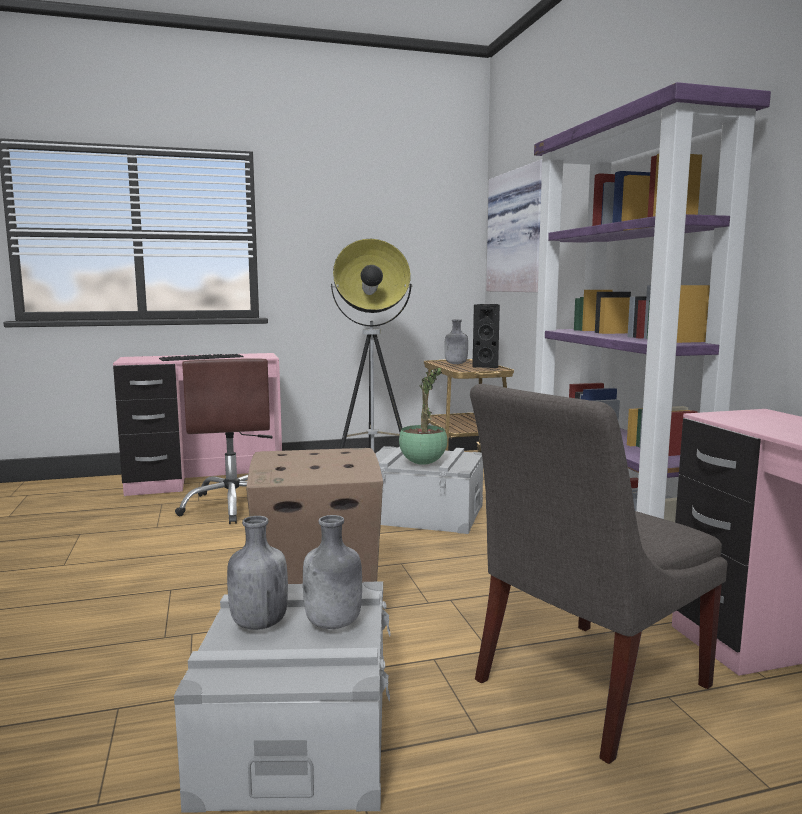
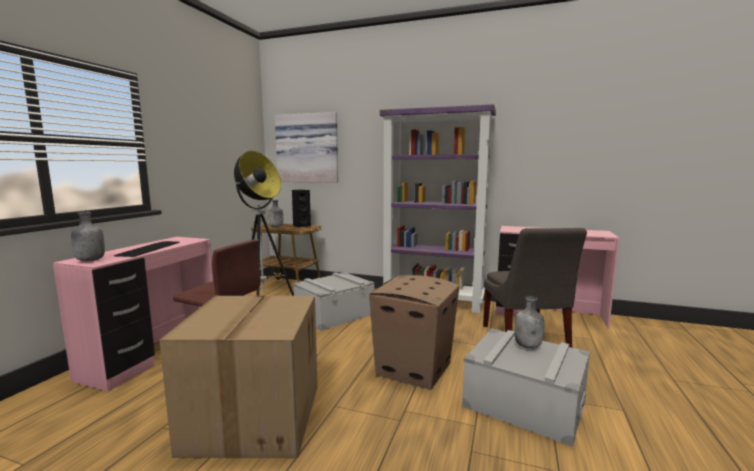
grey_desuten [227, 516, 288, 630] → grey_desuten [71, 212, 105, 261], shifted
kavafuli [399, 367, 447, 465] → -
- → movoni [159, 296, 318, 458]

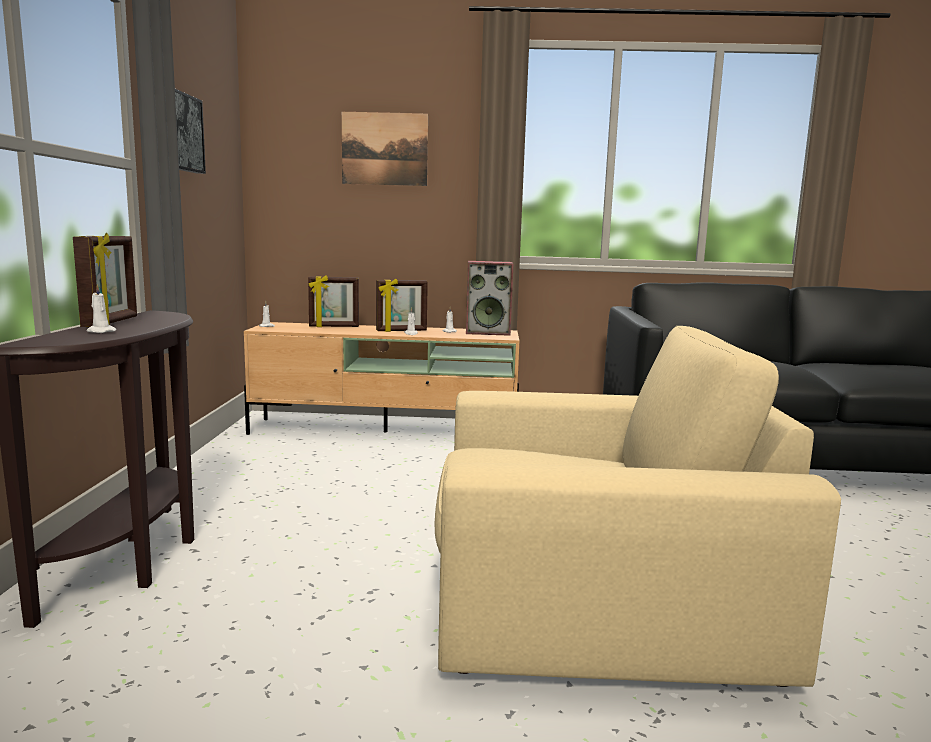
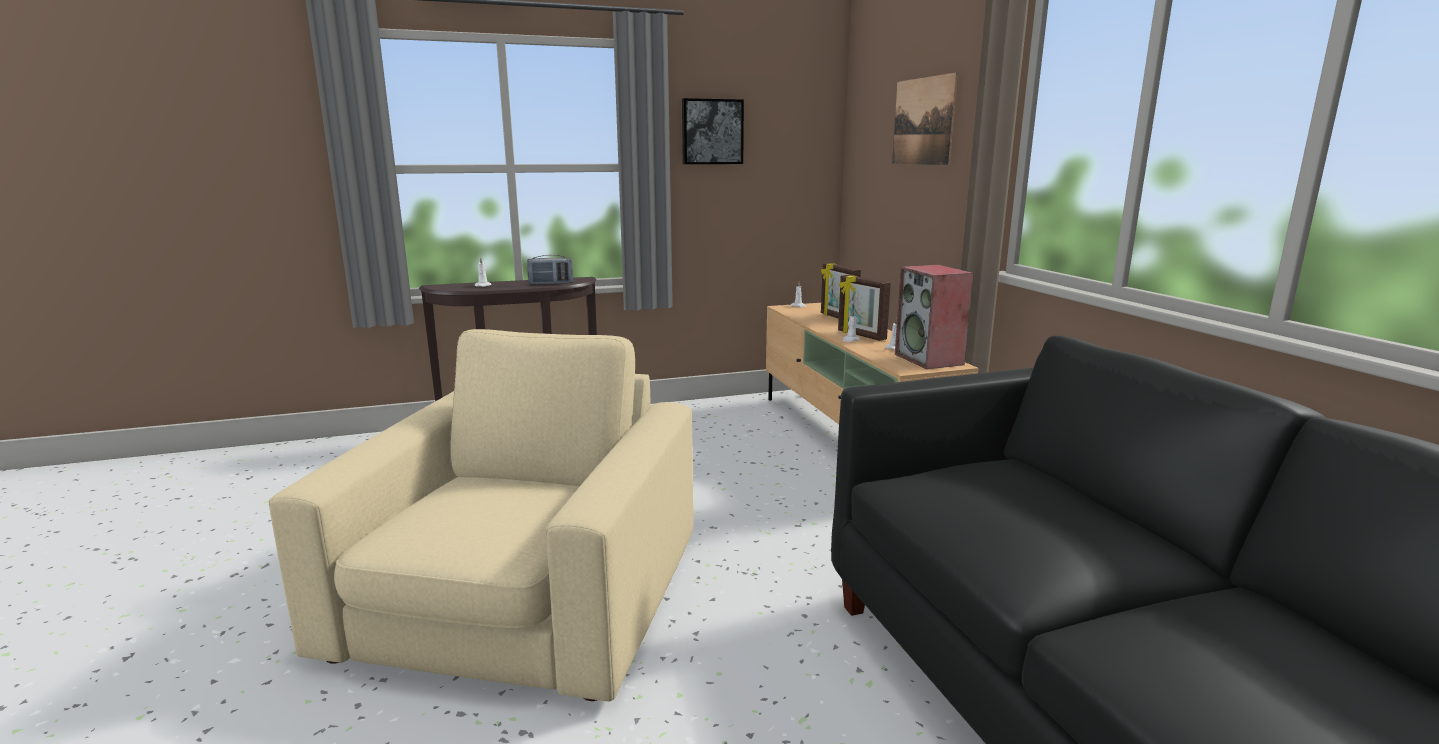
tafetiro [73, 233, 137, 327] → -
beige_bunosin [435, 326, 841, 687] → beige_bunosin [269, 329, 694, 701], 150 degrees counterclockwise
- → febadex [527, 255, 573, 285]

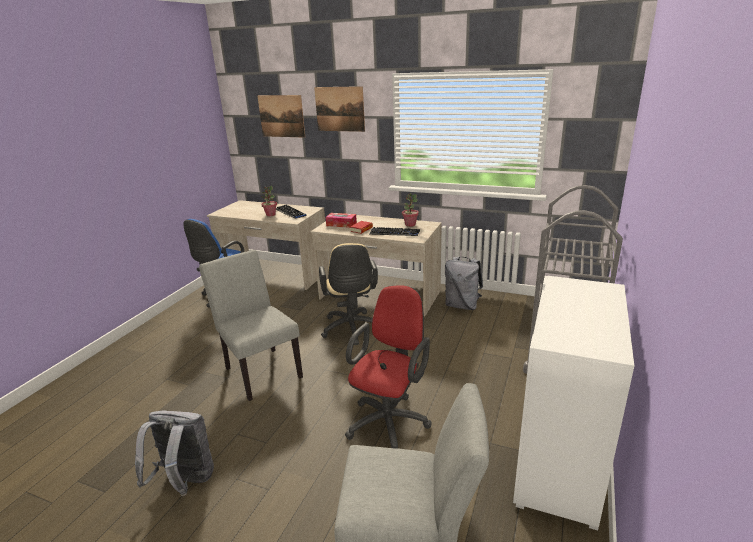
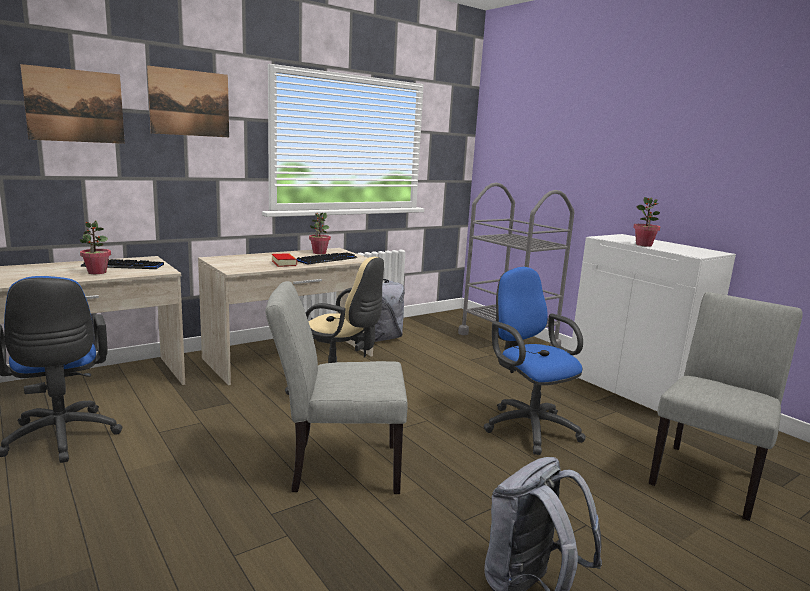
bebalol [325, 213, 357, 228] → -
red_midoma [345, 285, 432, 449] → blue_midoma [483, 267, 586, 455]
- → kavafuli [633, 197, 660, 247]

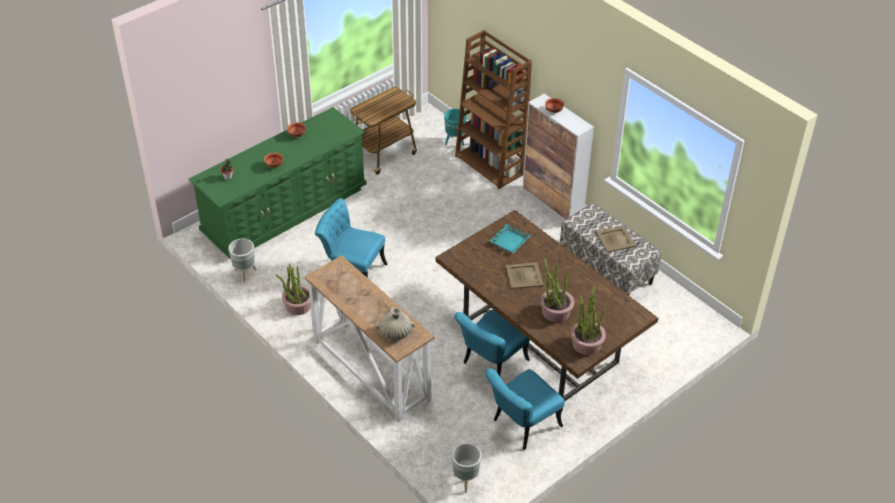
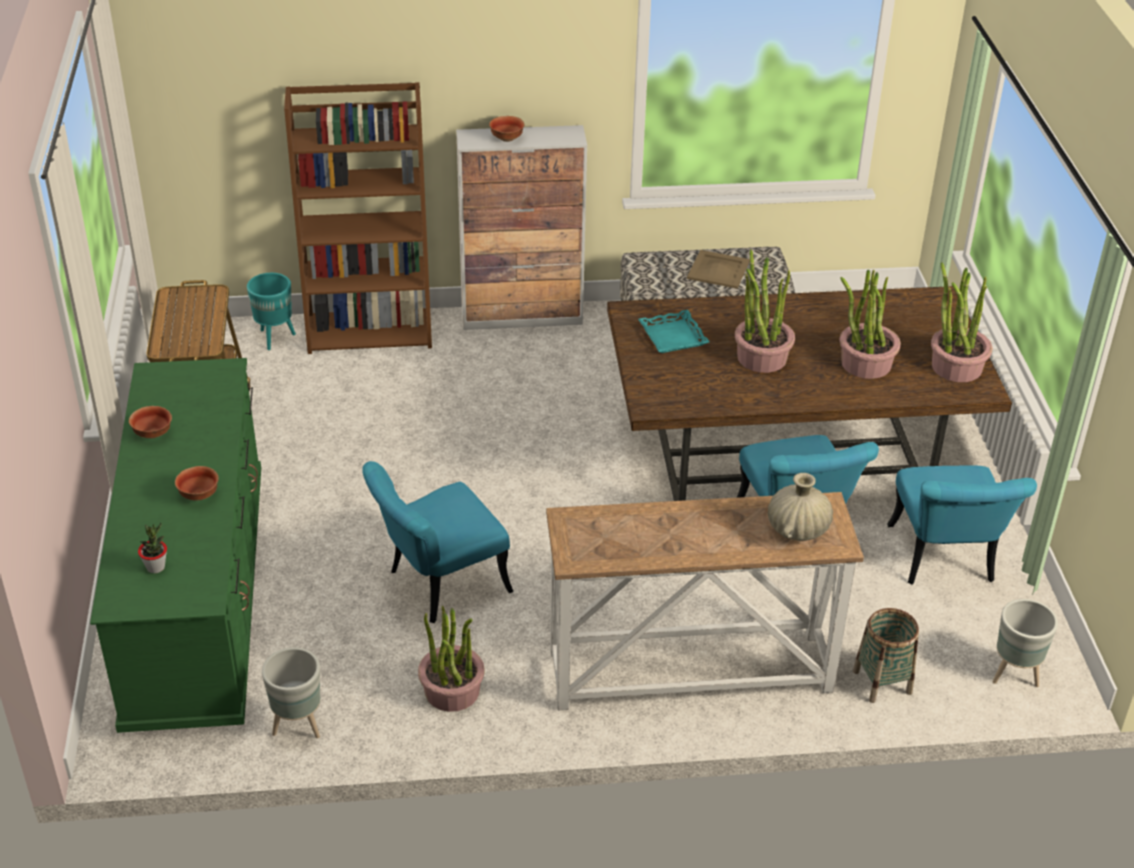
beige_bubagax [506, 262, 543, 289] → kavafuli [735, 249, 795, 373]
- → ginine [853, 608, 919, 703]

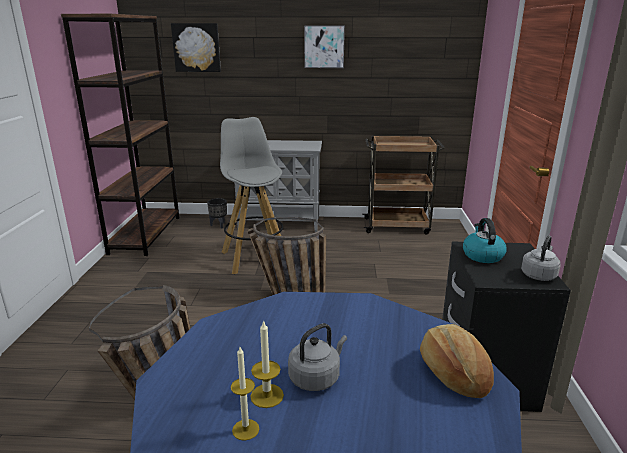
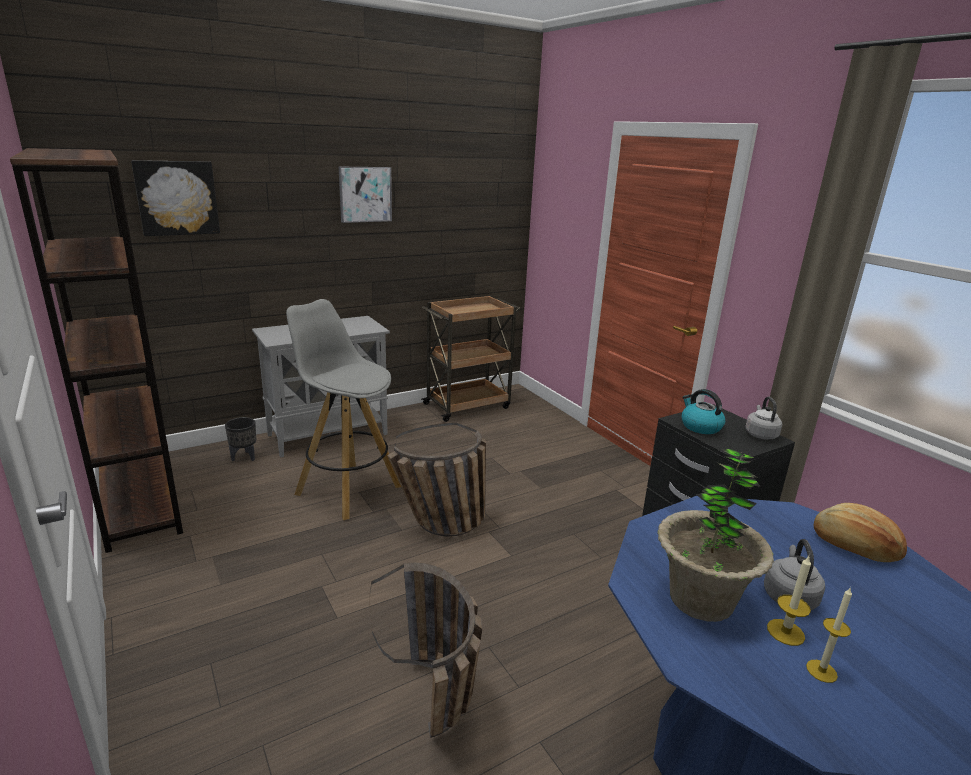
- → kavafuli [657, 448, 774, 622]

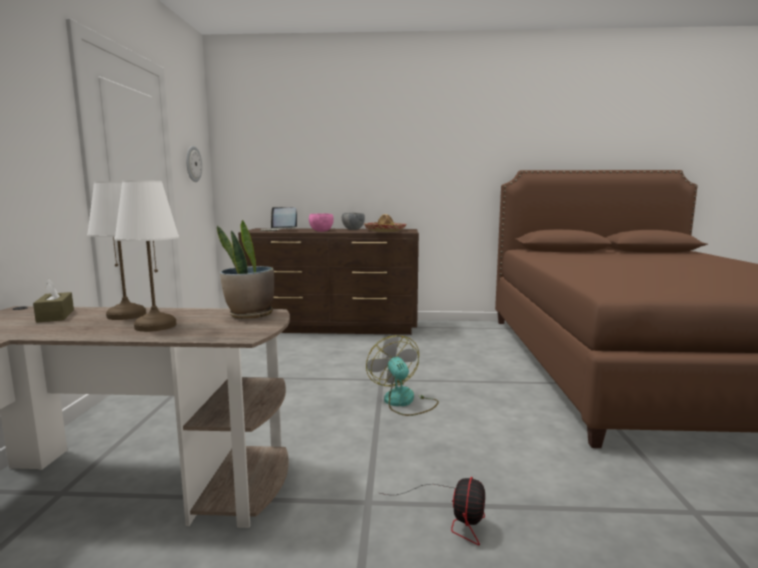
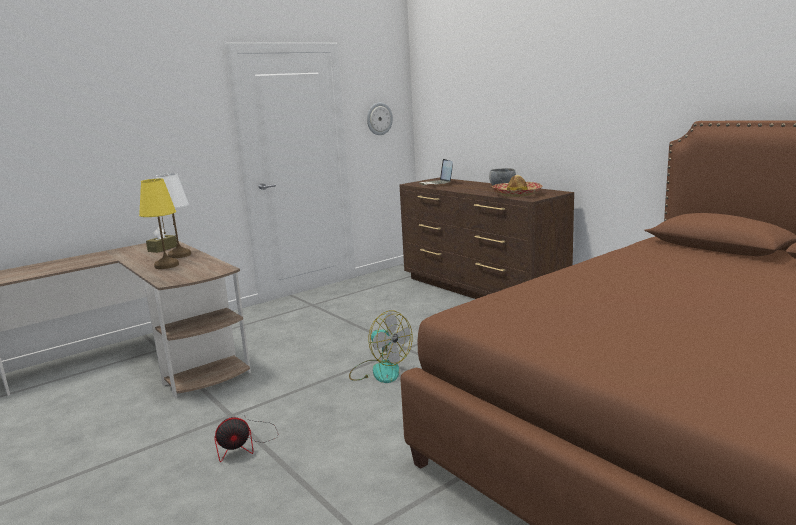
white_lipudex [115, 180, 179, 332] → yellow_lipudex [139, 179, 179, 269]
kavafuli [217, 220, 274, 319] → -
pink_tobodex [309, 213, 334, 232] → -
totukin [366, 335, 439, 416] → totukin [349, 310, 413, 383], 105 degrees clockwise

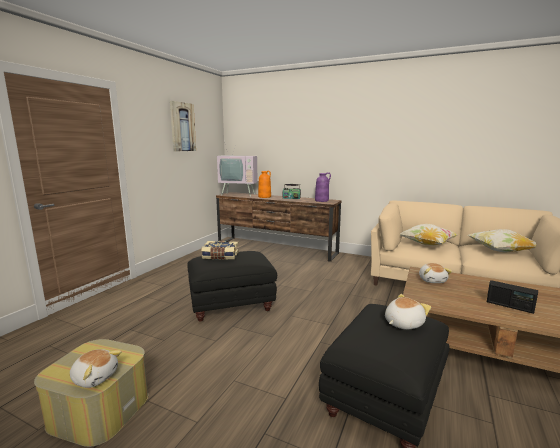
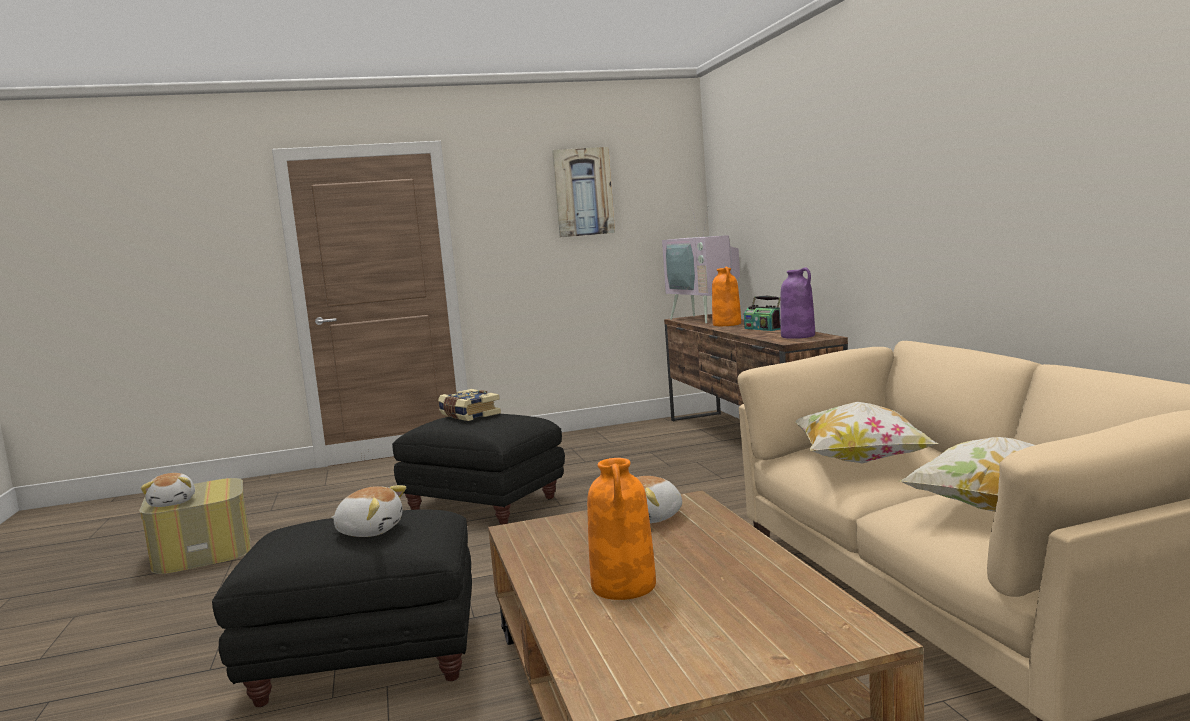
febadex [487, 280, 538, 314] → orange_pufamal [587, 458, 656, 600]

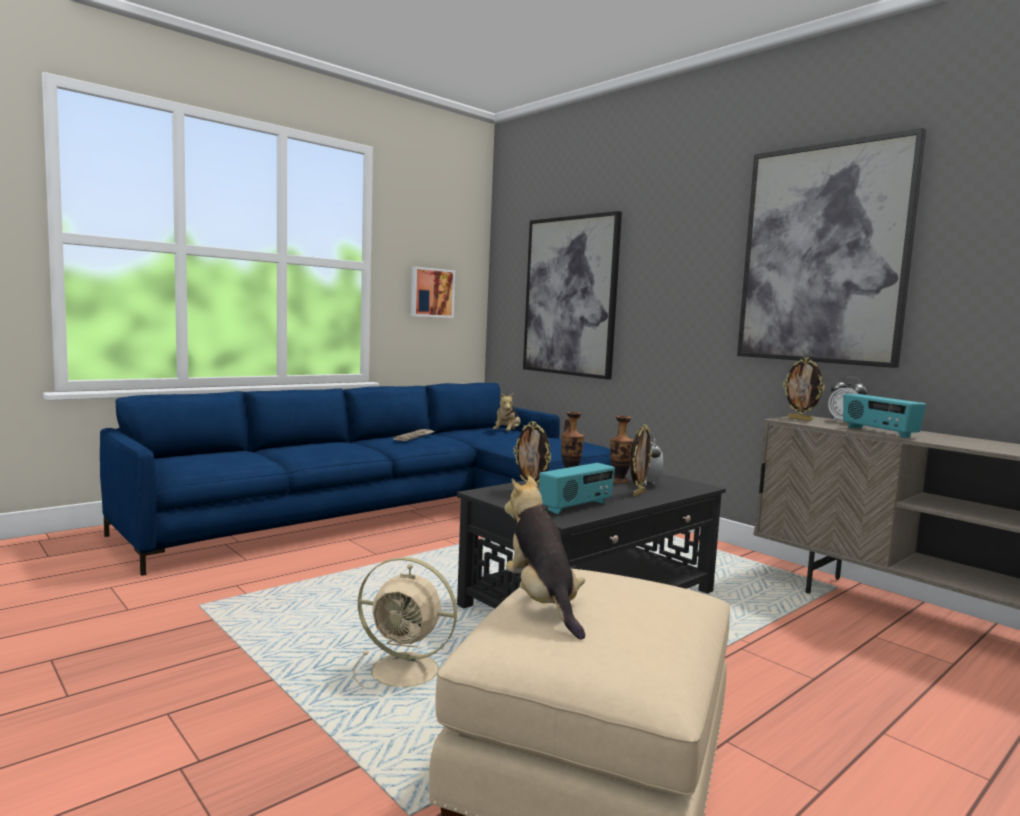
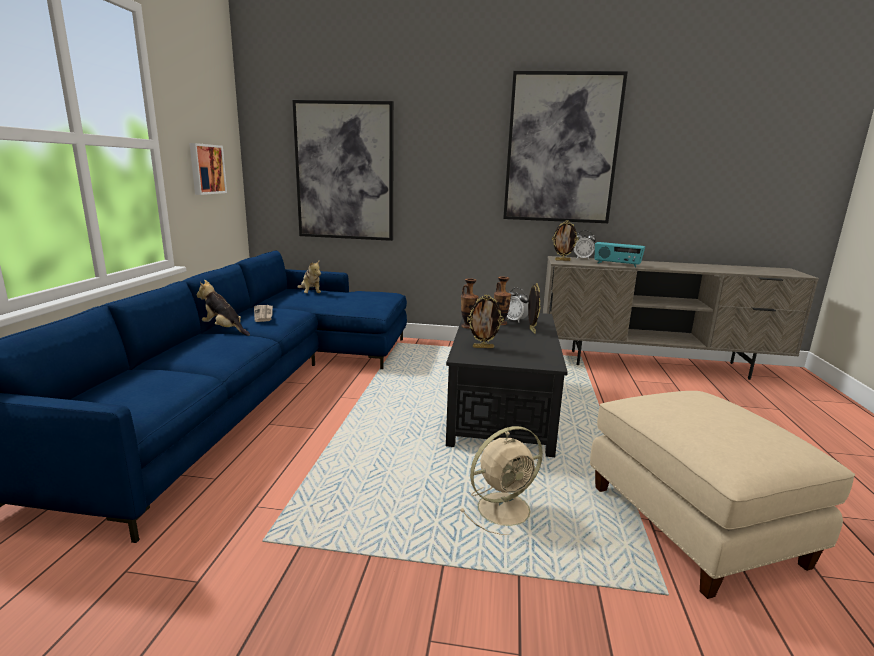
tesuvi [504, 476, 585, 640] → tesuvi [197, 280, 250, 336], shifted
febadex [539, 463, 615, 514] → -

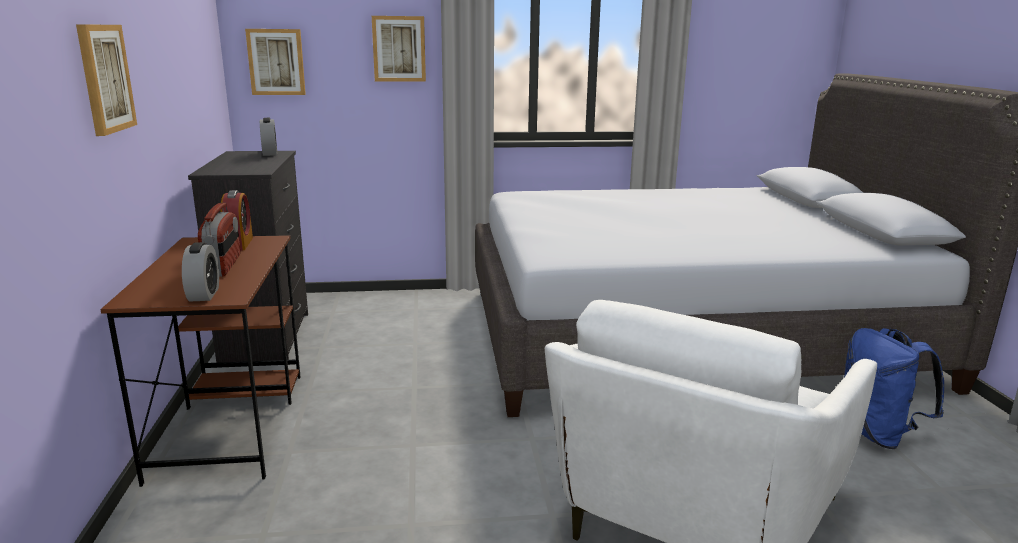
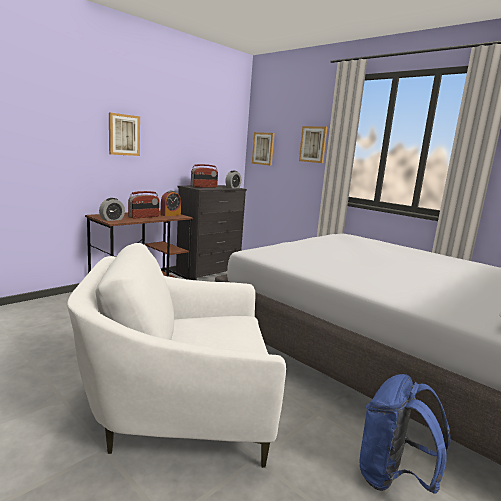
- → febadex [191, 164, 218, 188]

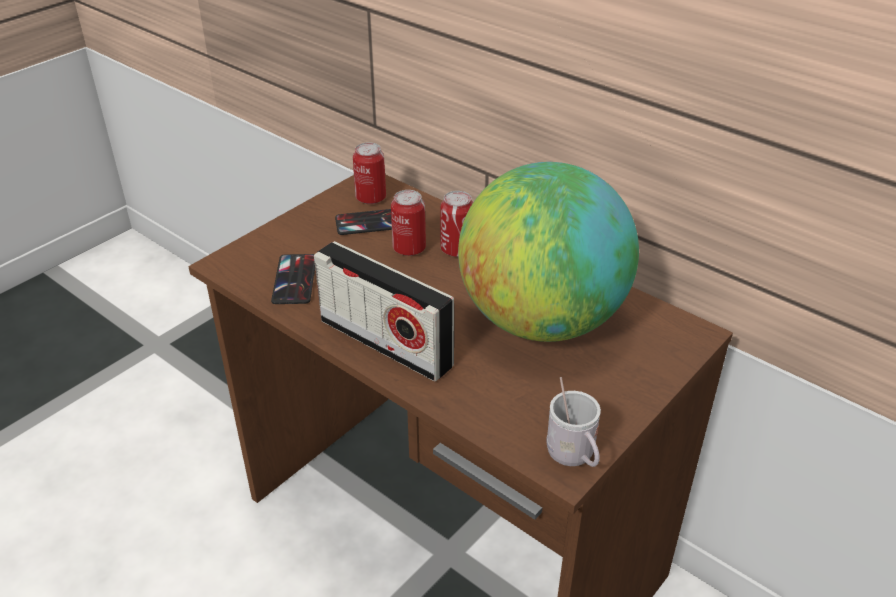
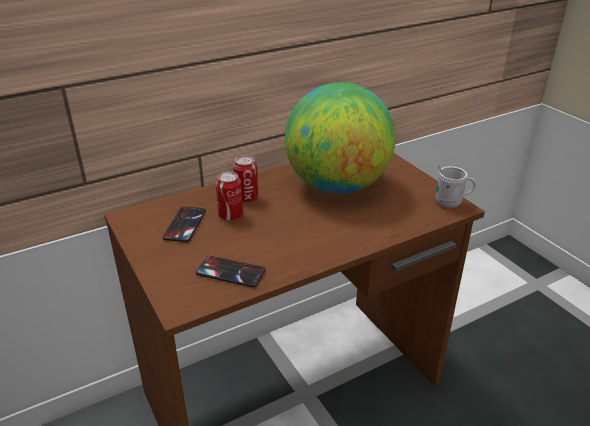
febadex [314, 241, 454, 382] → -
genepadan [353, 142, 386, 204] → -

